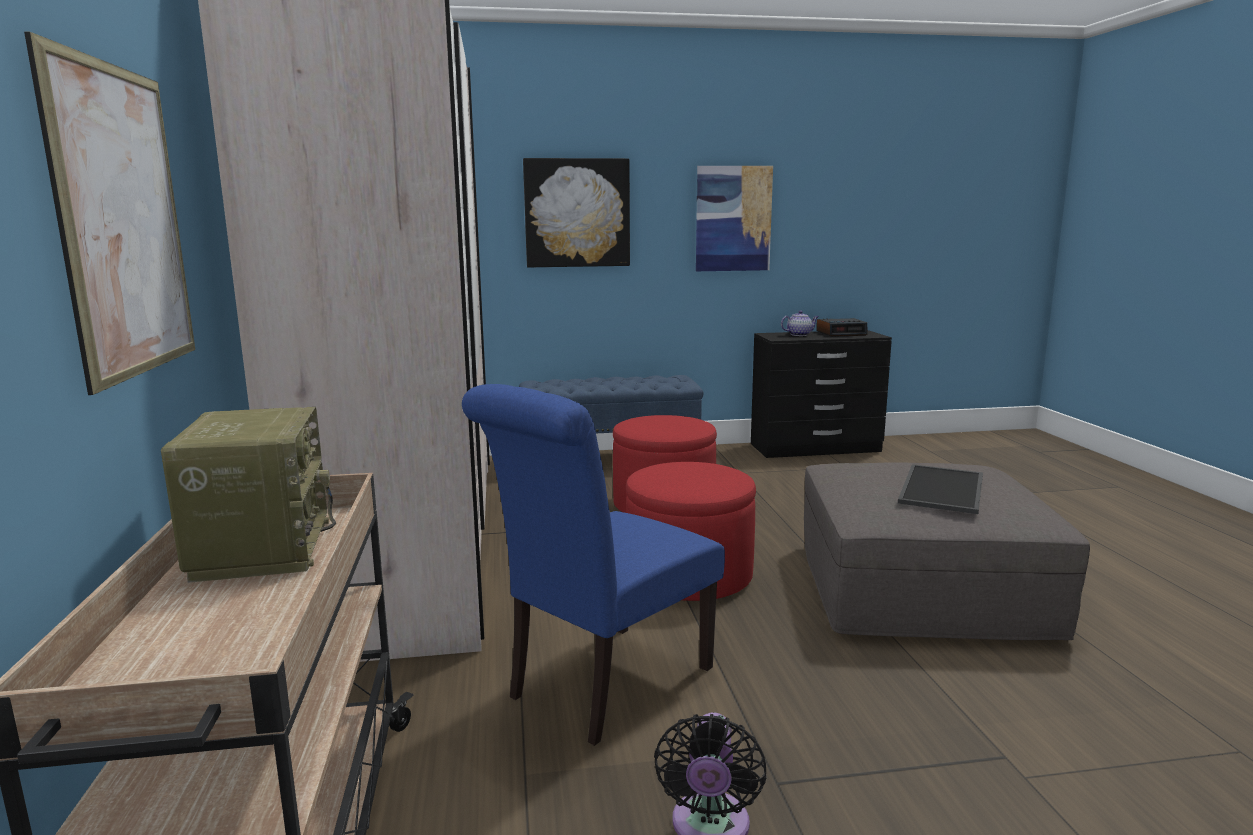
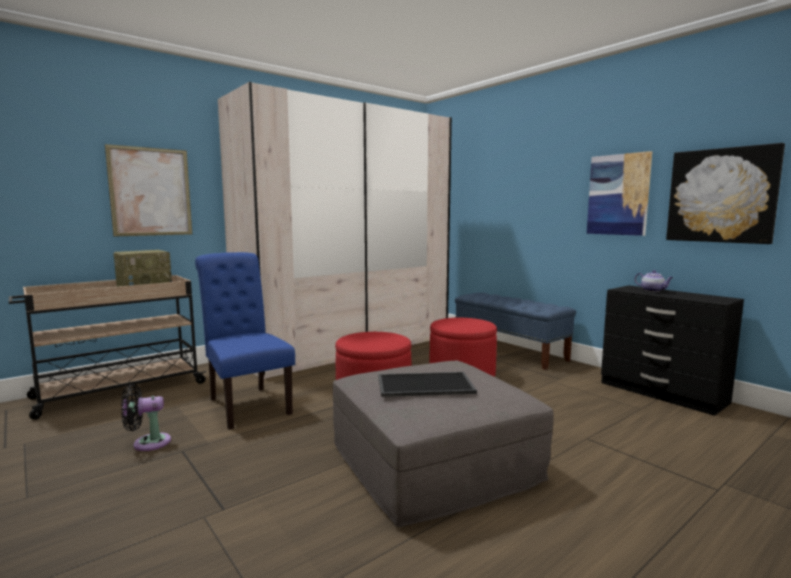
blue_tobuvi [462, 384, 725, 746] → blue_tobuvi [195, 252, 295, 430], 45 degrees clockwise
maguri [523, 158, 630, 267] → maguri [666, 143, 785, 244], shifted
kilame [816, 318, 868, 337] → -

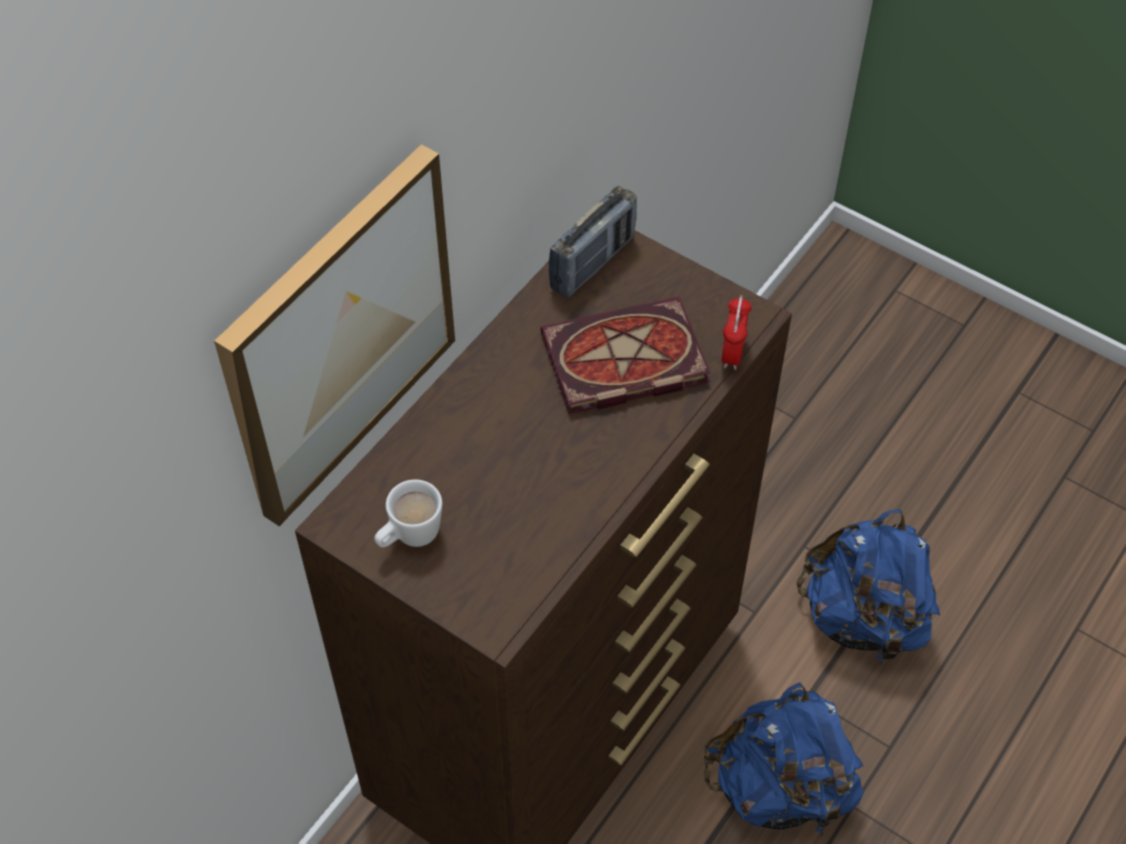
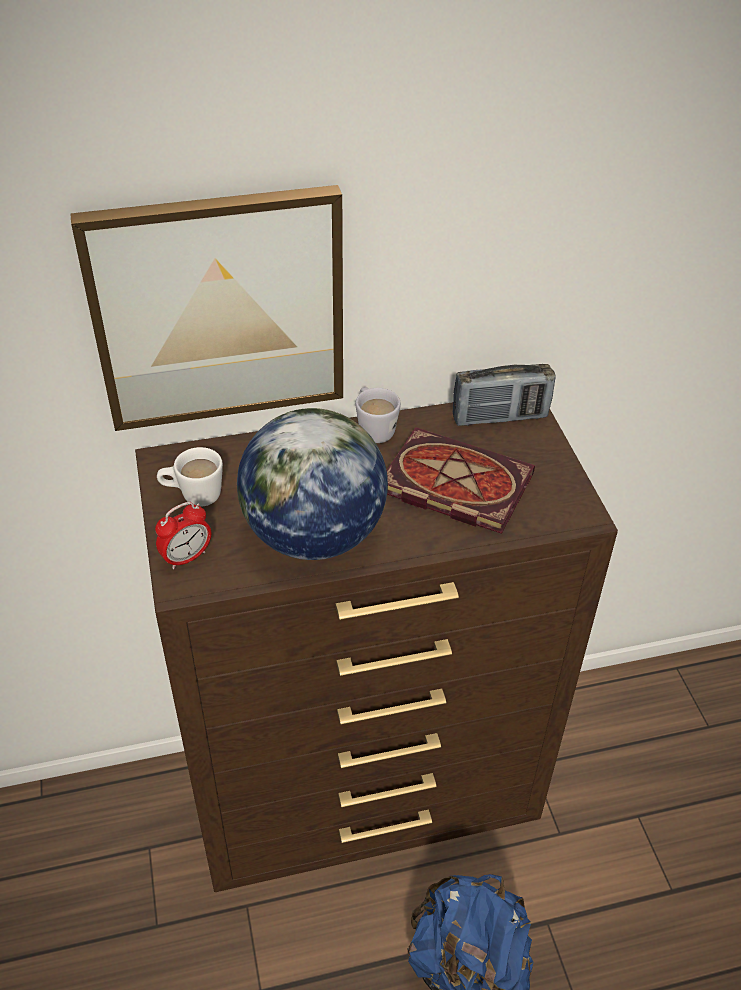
kilame [722, 295, 752, 370] → kilame [155, 502, 211, 569], shifted
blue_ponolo [796, 509, 940, 665] → -
- → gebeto [237, 408, 388, 560]
- → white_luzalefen [355, 387, 401, 443]

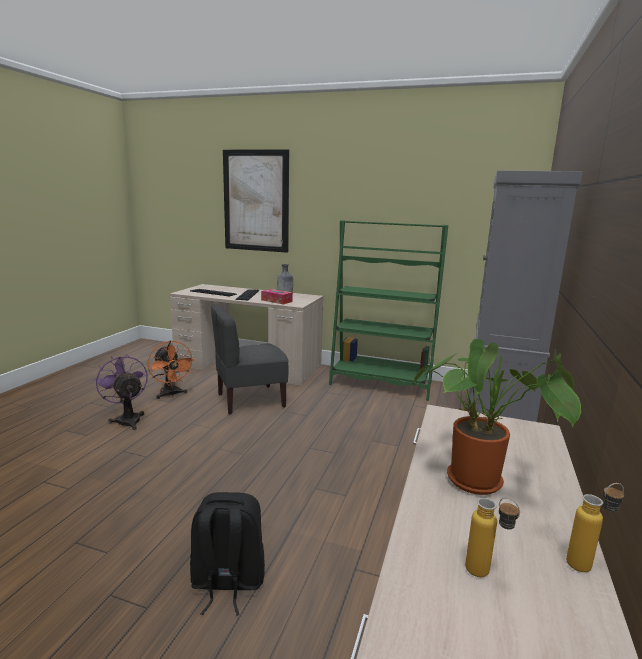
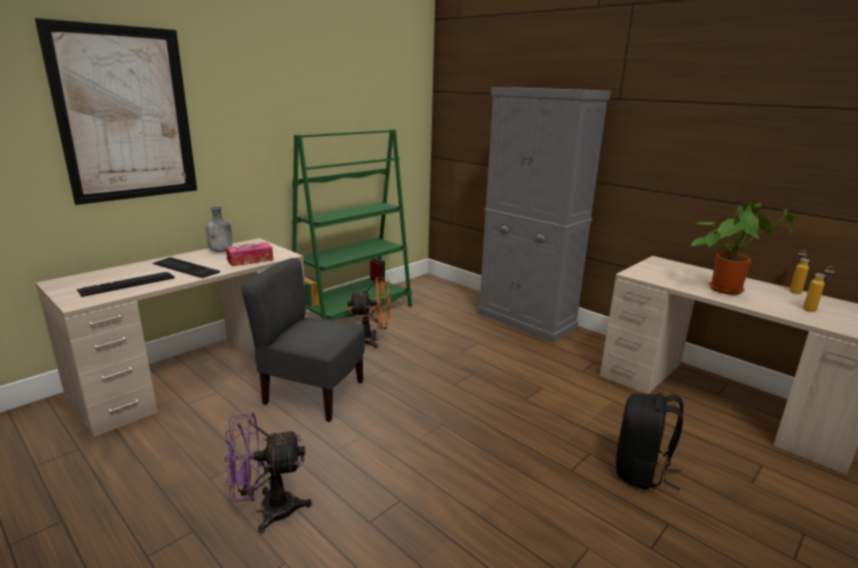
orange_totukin [148, 341, 195, 399] → orange_totukin [347, 278, 391, 348], shifted
grey_tobuvi [211, 304, 289, 414] → grey_tobuvi [241, 258, 365, 422], 105 degrees clockwise

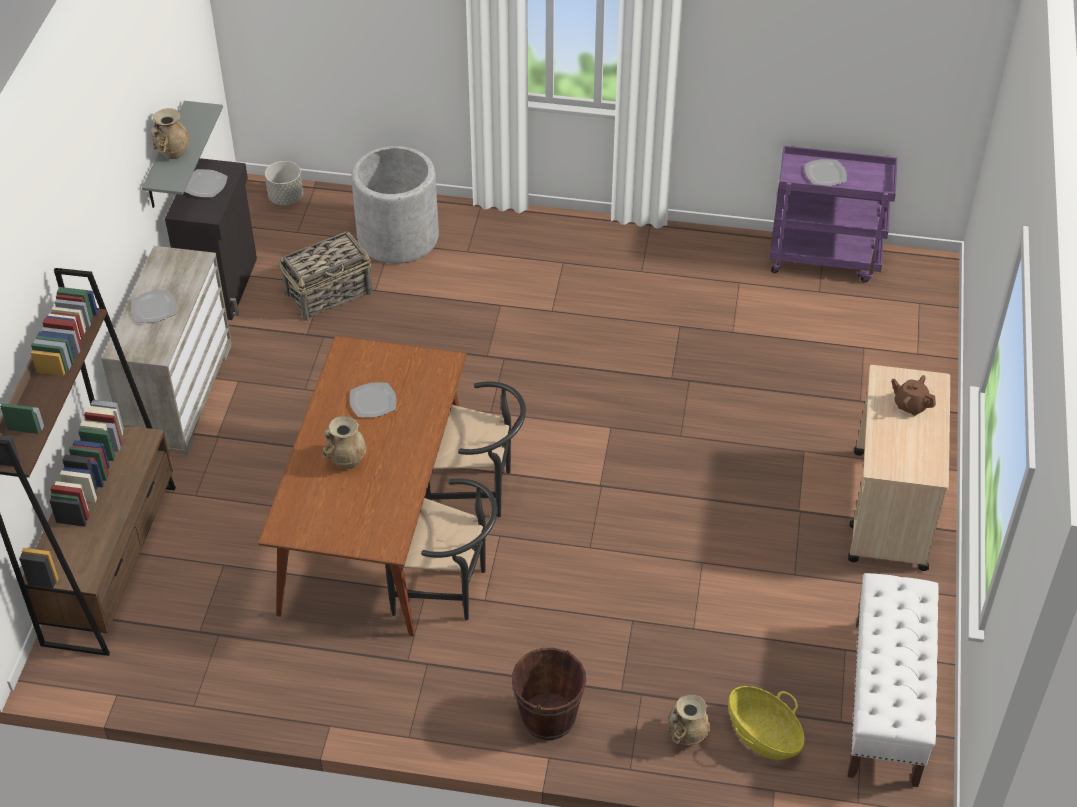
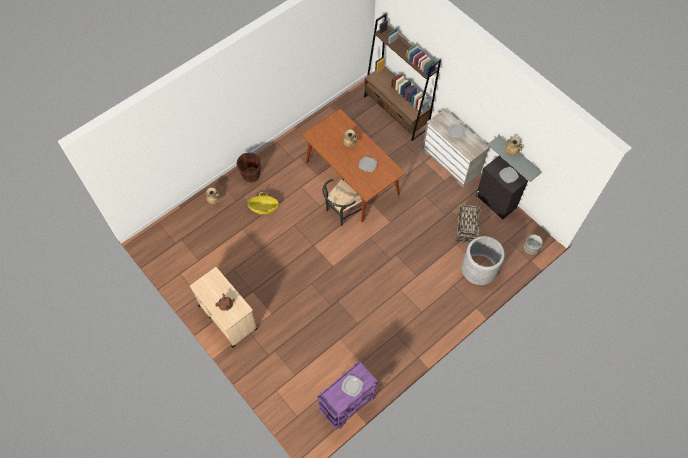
black_tobuvi [385, 479, 498, 621] → -
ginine [728, 686, 805, 760] → ginine [248, 192, 279, 214], shifted
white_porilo [848, 573, 939, 787] → -

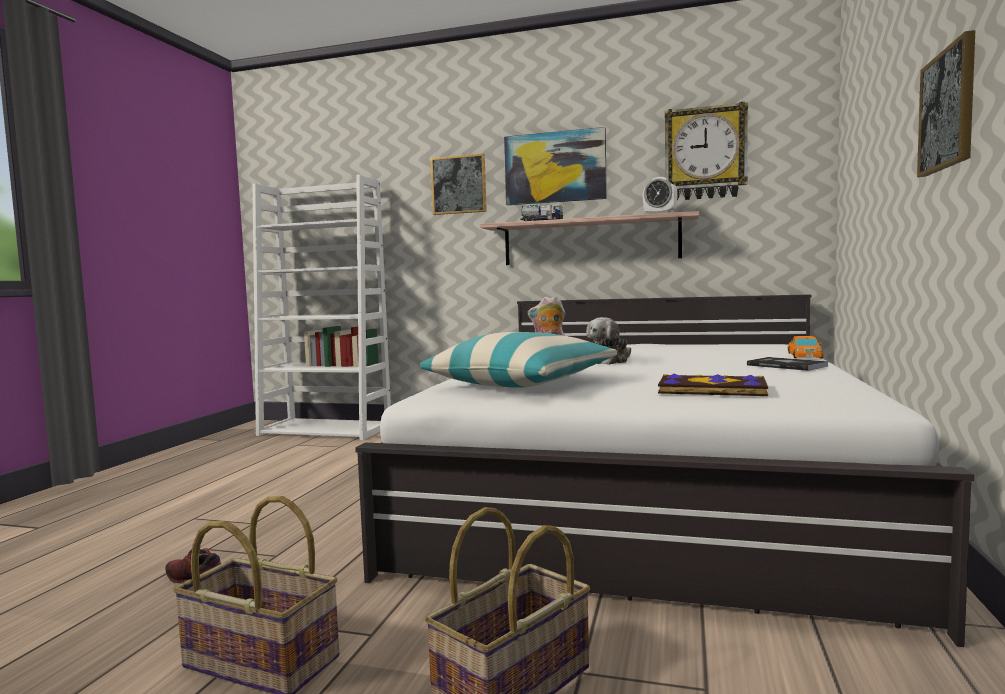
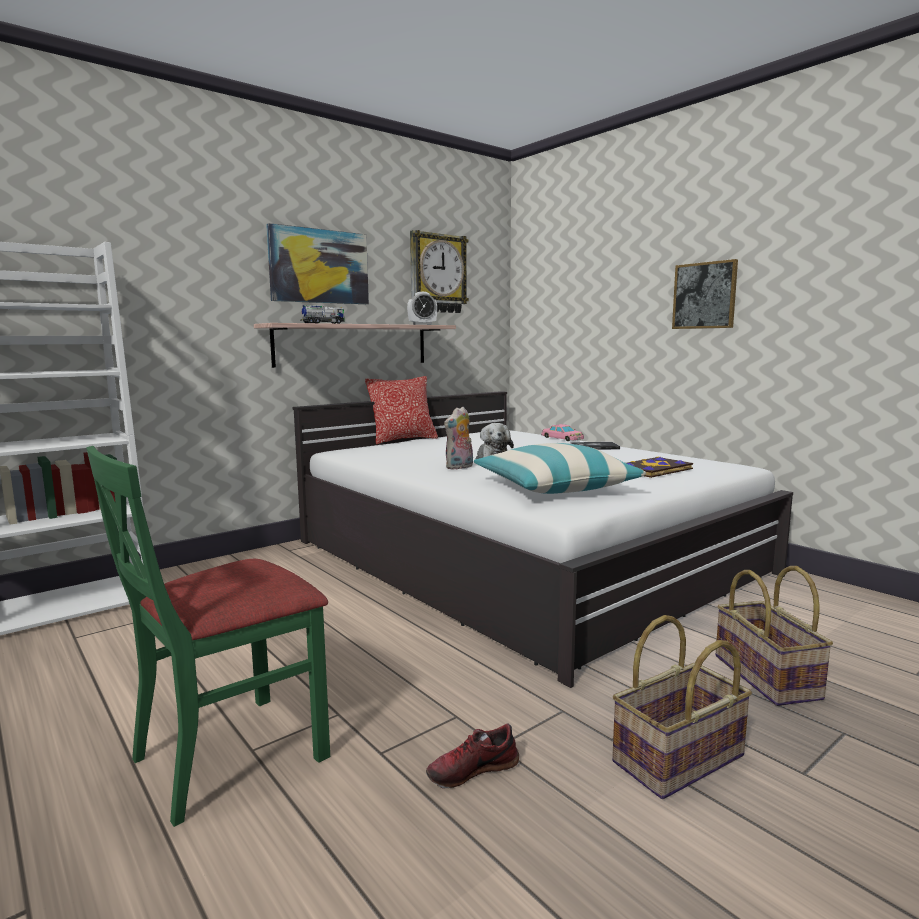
maguri [430, 153, 487, 215] → -
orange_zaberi [788, 336, 824, 359] → pink_zaberi [541, 424, 584, 441]
- → green_tobuvi [86, 446, 330, 827]
- → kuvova [365, 376, 438, 444]

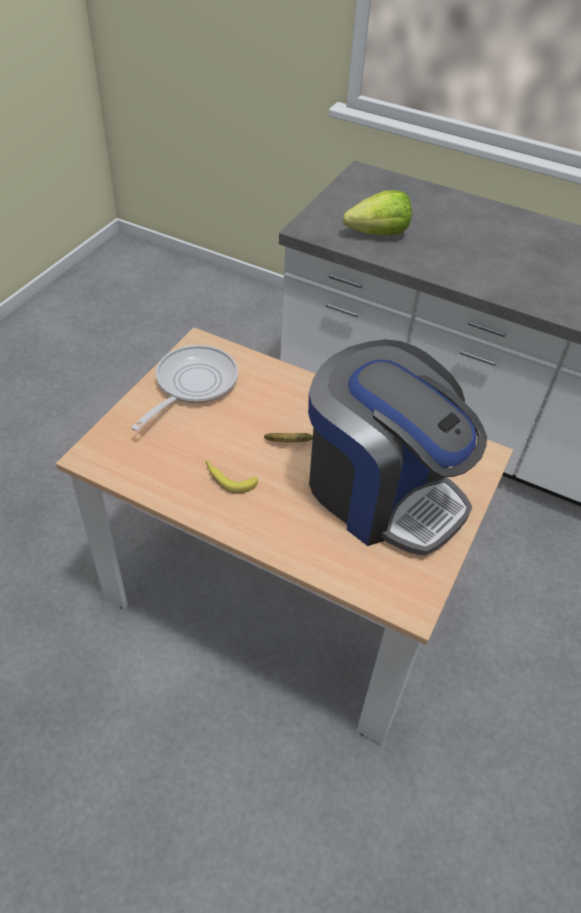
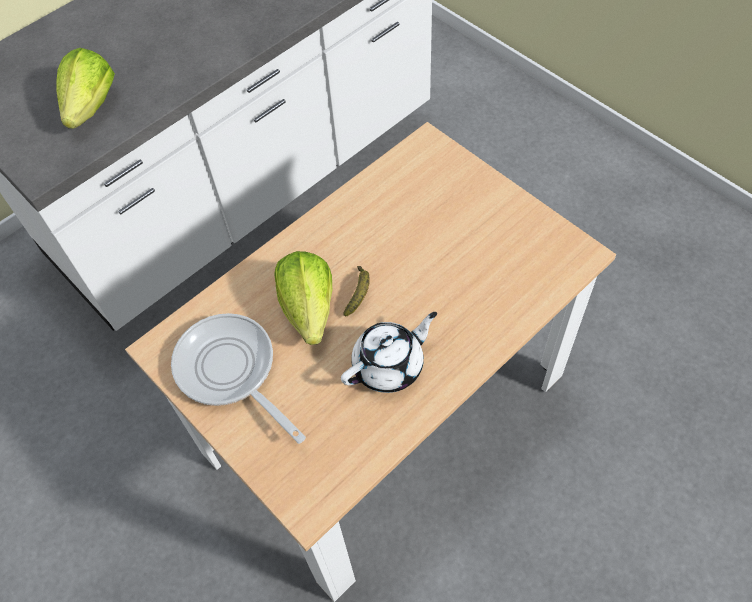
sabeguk [205, 461, 258, 494] → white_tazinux [341, 312, 437, 393]
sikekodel [308, 339, 487, 556] → -
- → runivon [274, 251, 332, 345]

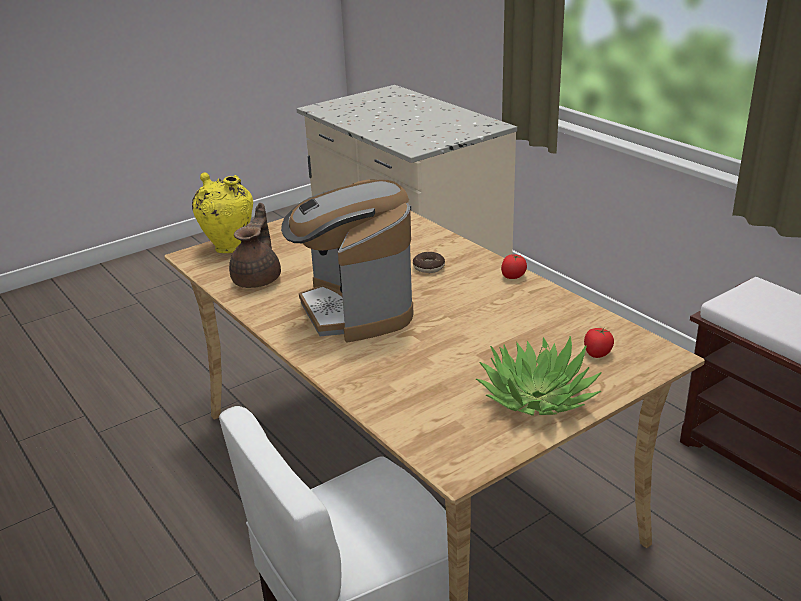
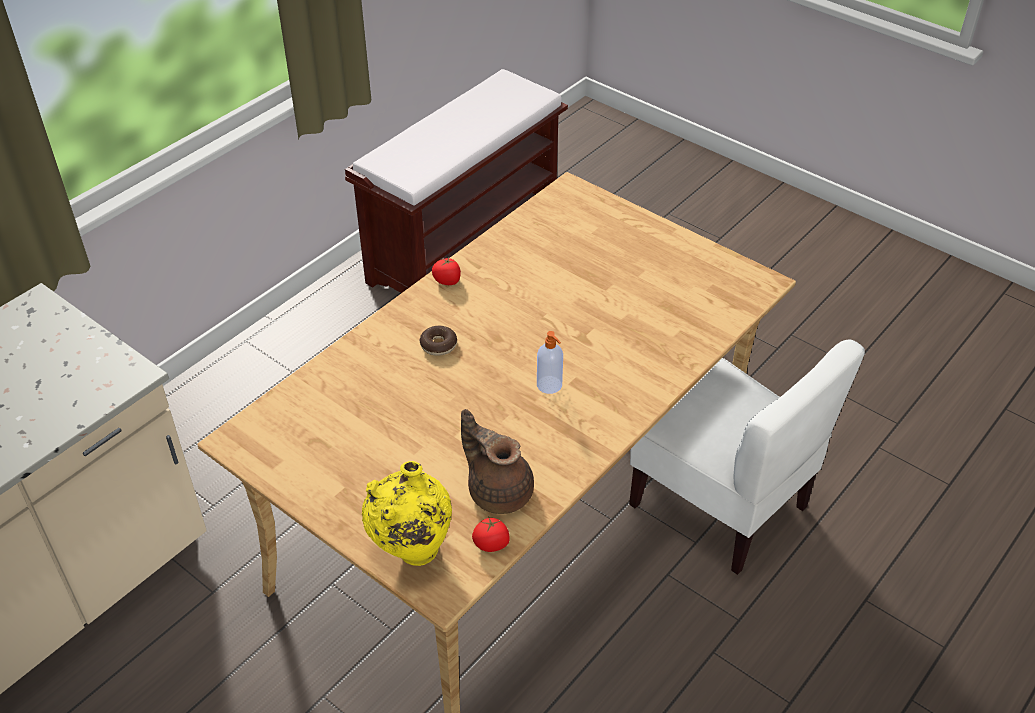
brown_tazinux [229, 203, 281, 288] → brown_tazinux [461, 409, 534, 514], 45 degrees clockwise
sikekodel [281, 179, 413, 342] → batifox [537, 331, 563, 394]
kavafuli [476, 336, 601, 416] → -
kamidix [584, 327, 614, 358] → kamidix [472, 516, 510, 552], shifted

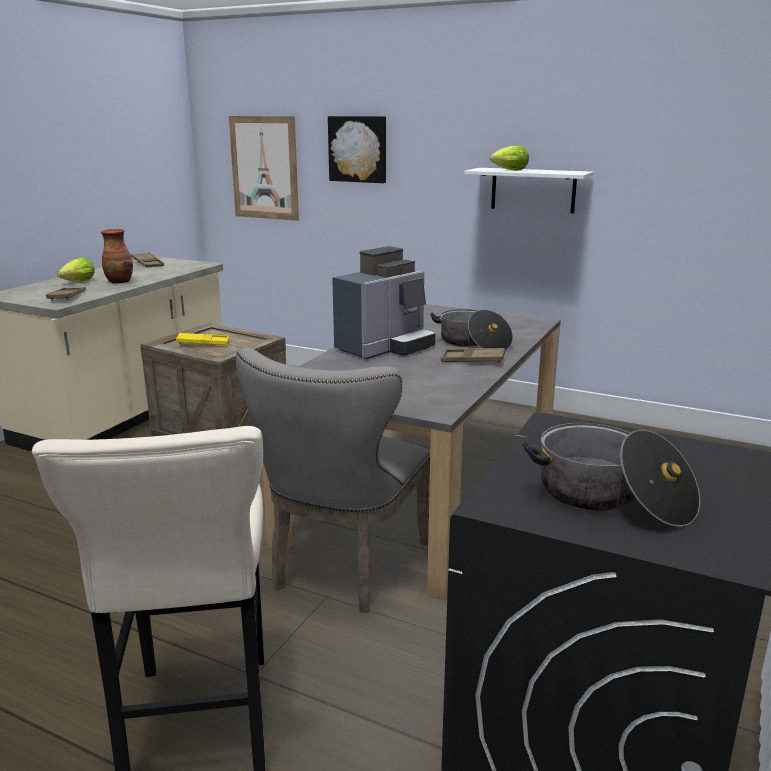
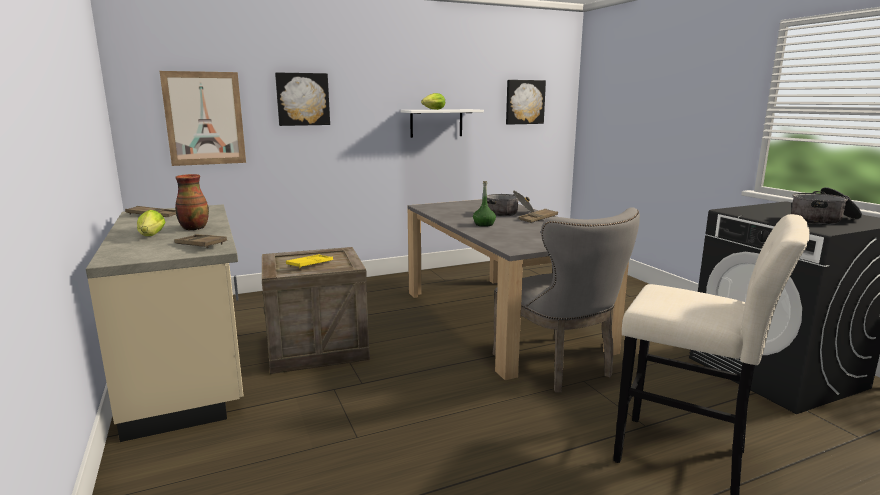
sikekodel [332, 246, 435, 359] → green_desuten [473, 181, 496, 227]
- → maguri [506, 80, 546, 125]

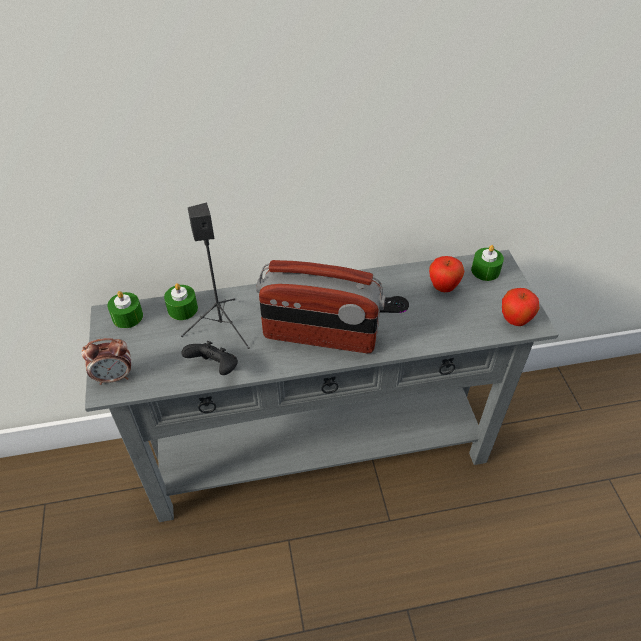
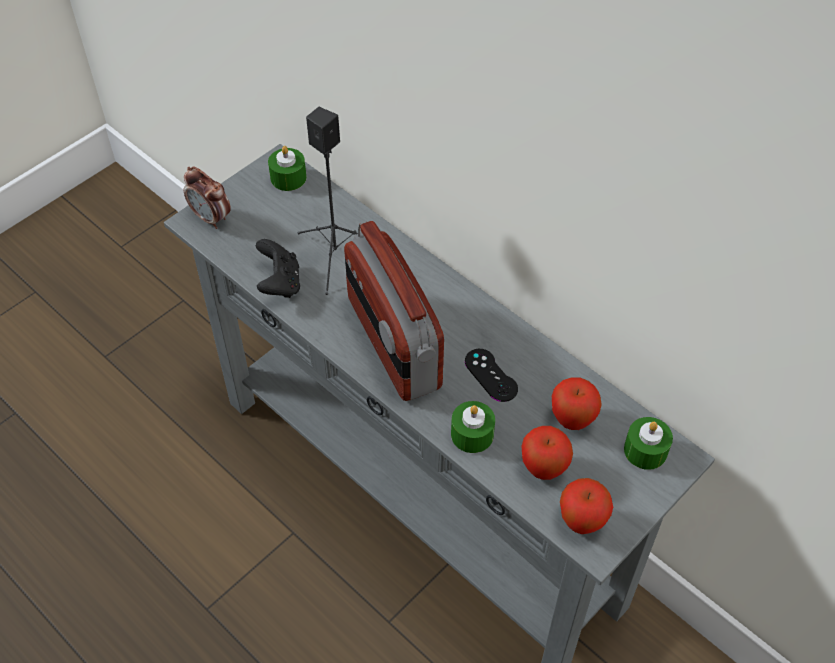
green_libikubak [164, 283, 198, 320] → green_libikubak [451, 401, 495, 453], shifted
- → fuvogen [521, 426, 573, 480]

